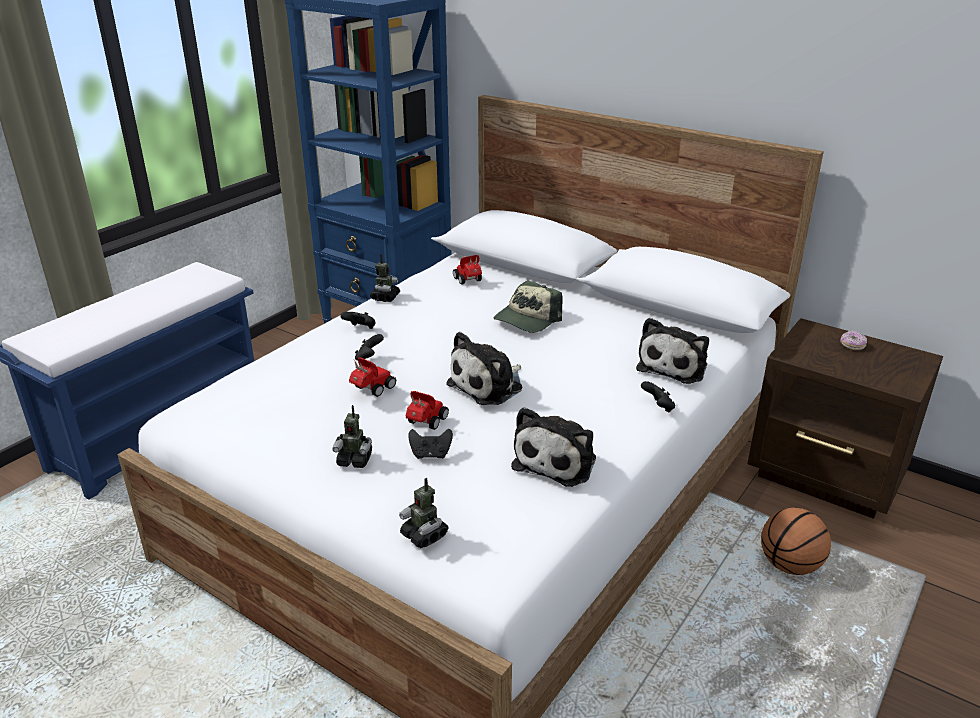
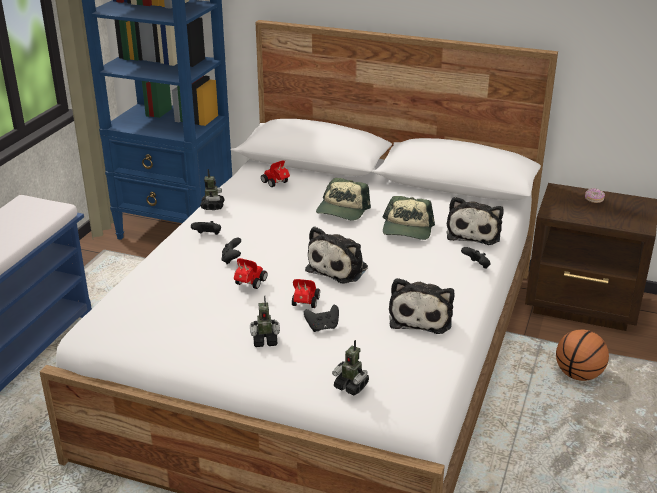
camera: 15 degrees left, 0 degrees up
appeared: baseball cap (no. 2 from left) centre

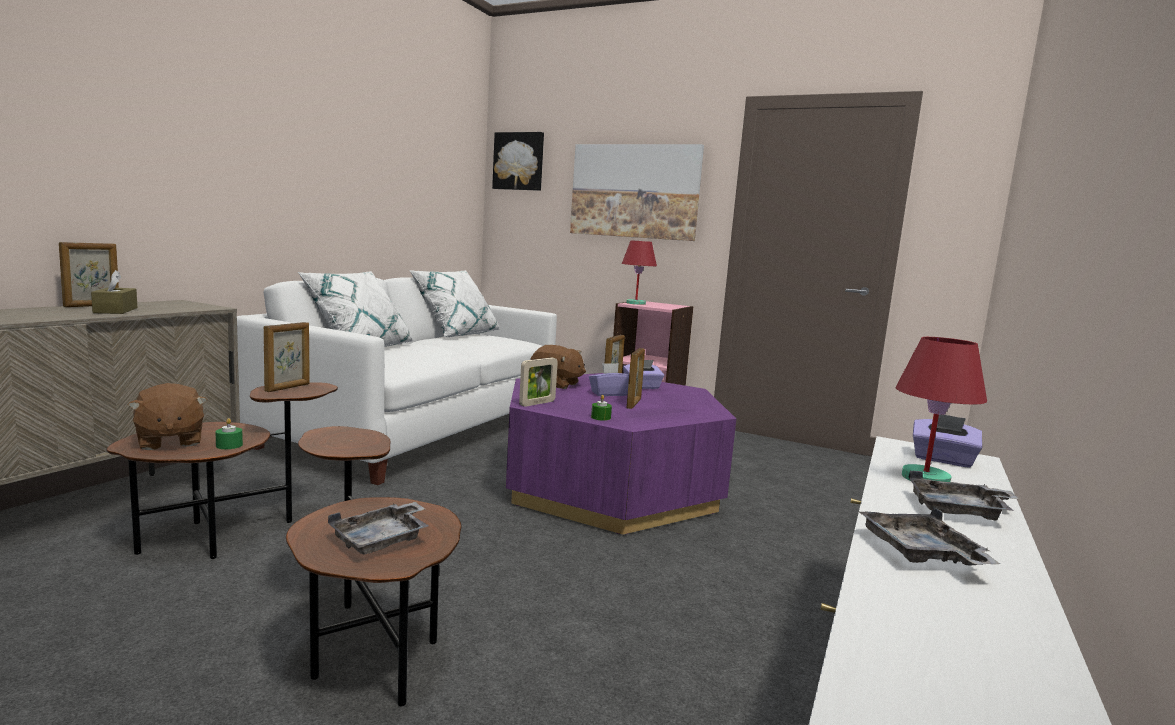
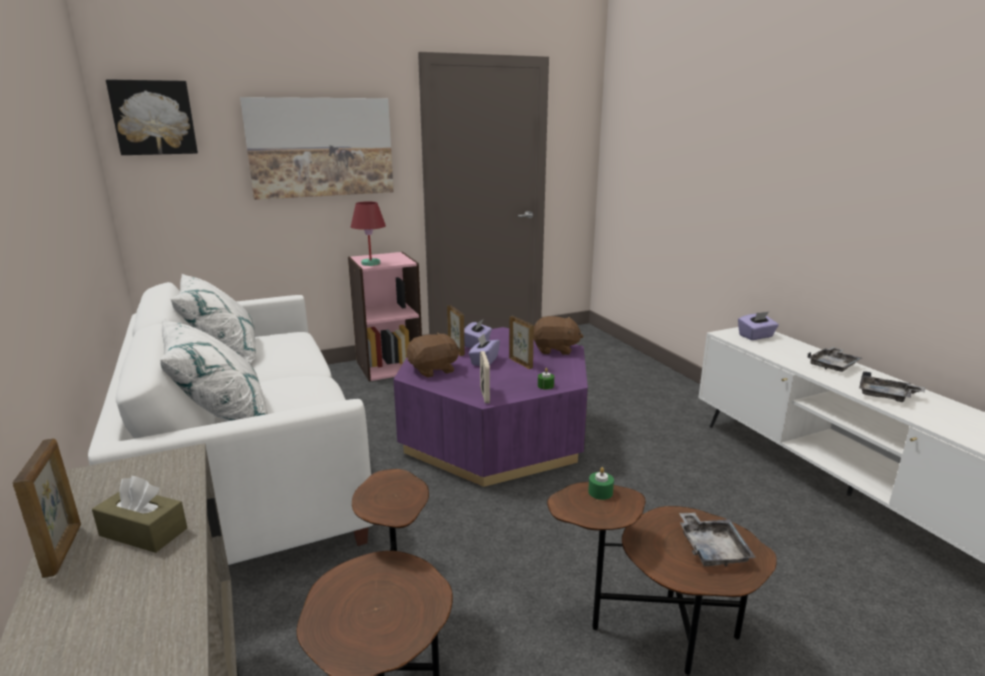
camera: 50 degrees left, 10 degrees up
missing: photo frame (no. 2 from left) middle left; tabletop lamp (red) (no. 2 from left) middle right
relocated: plush toy (brownish) (no. 1 from left in the first image) middle left to plush toy (brownish) (no. 2 from left) centre; candle (greenish) (no. 1 from left in the first image) middle left to candle (greenish) (no. 2 from left) bottom centre

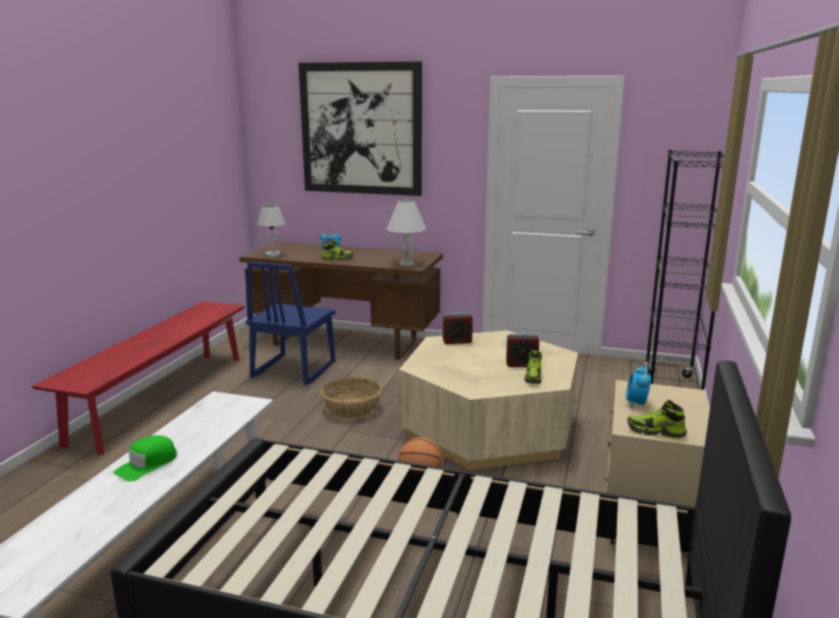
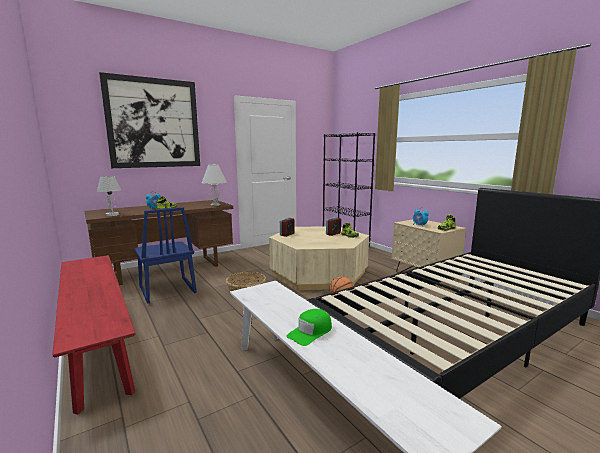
camera: 50 degrees left, 5 degrees down
spun: baseball cap (greenish) bottom left = bottom centre 60 degrees clockwise

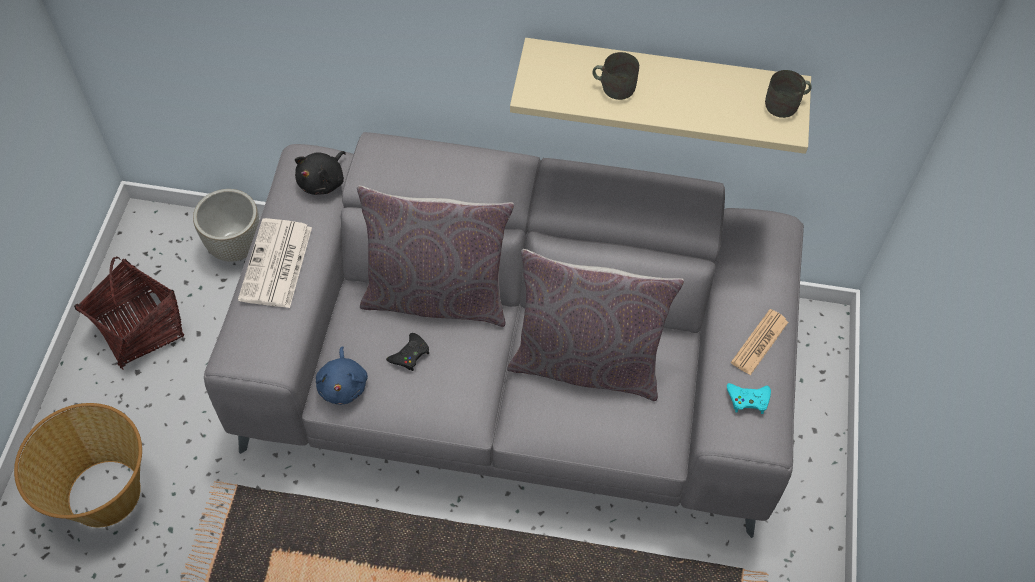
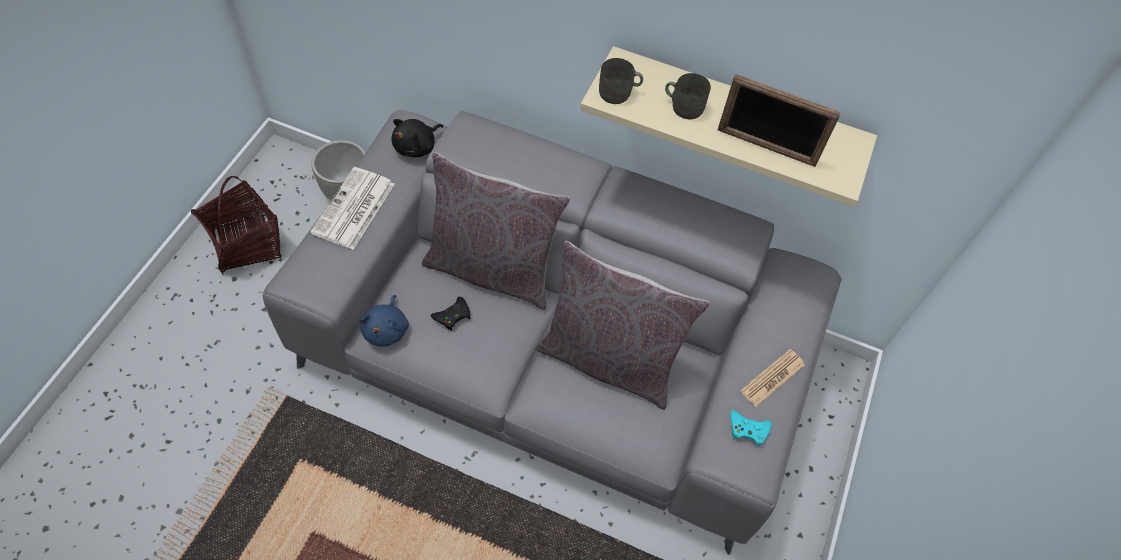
camera: 10 degrees right, 0 degrees up
missing: basket (no. 1 from left) bottom left
appeared: photo frame top right
relocated: tea mug (greyish) (no. 2 from left in the first image) top right to tea mug (greyish) (no. 1 from left) top centre

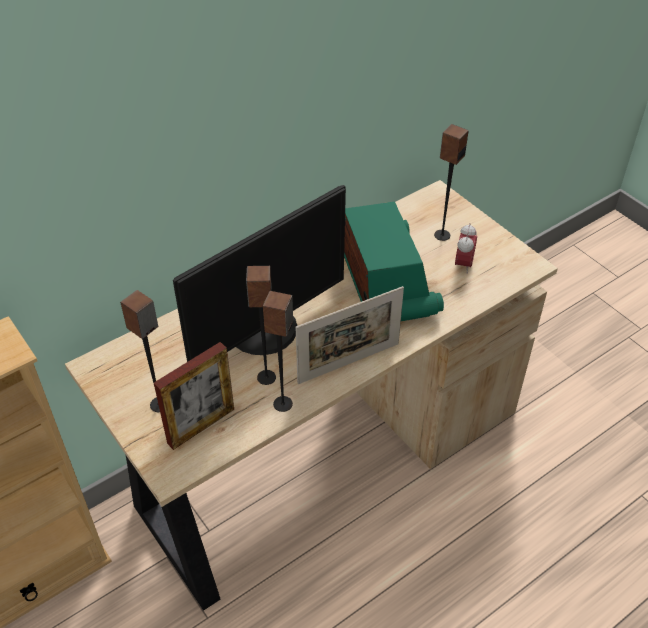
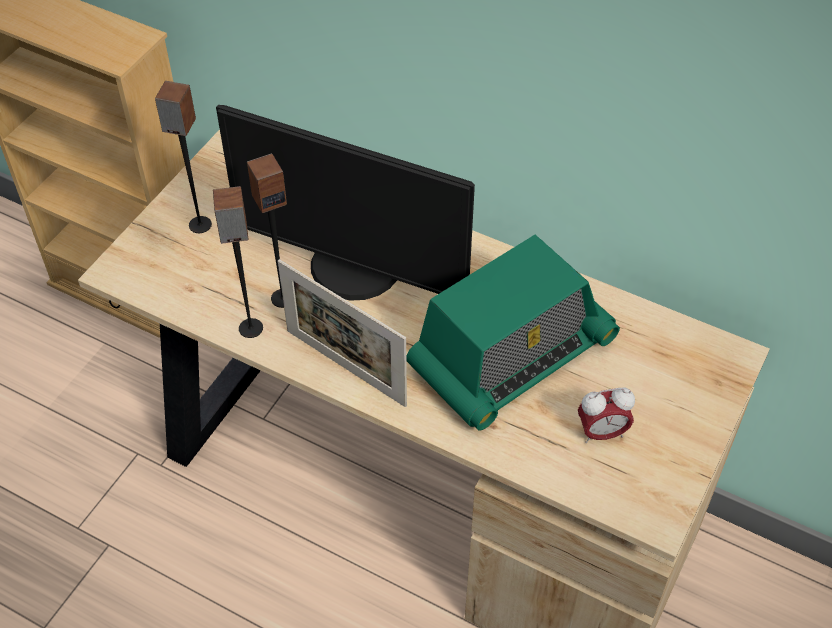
camera: 65 degrees right, 5 degrees up
missing: photo frame (no. 1 from left) middle left; speaker (no. 4 from left) top right

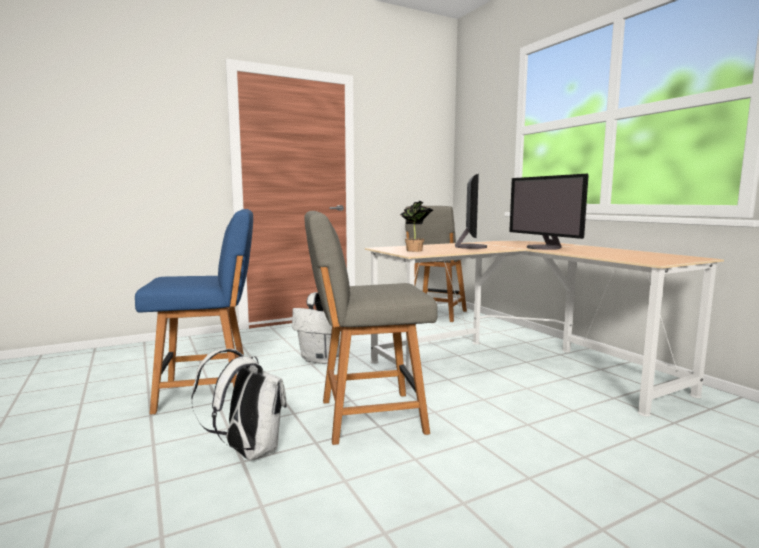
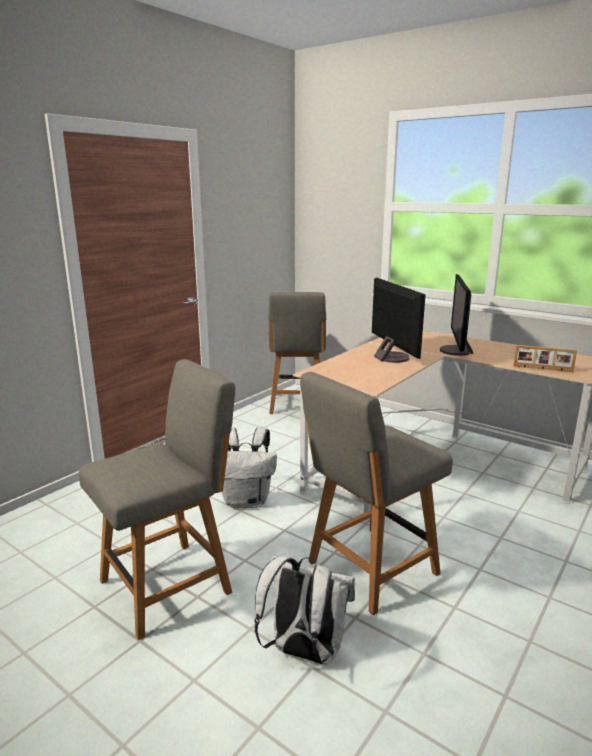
camera: 25 degrees left, 10 degrees up
missing: potted plant centre
appeared: photo frame middle right
colour: plain chair (blue-coloured) middle left to plain chair (greyish) (no. 1 from left) middle left
spun: computer display (no. 2 from left) middle right = middle right 60 degrees clockwise

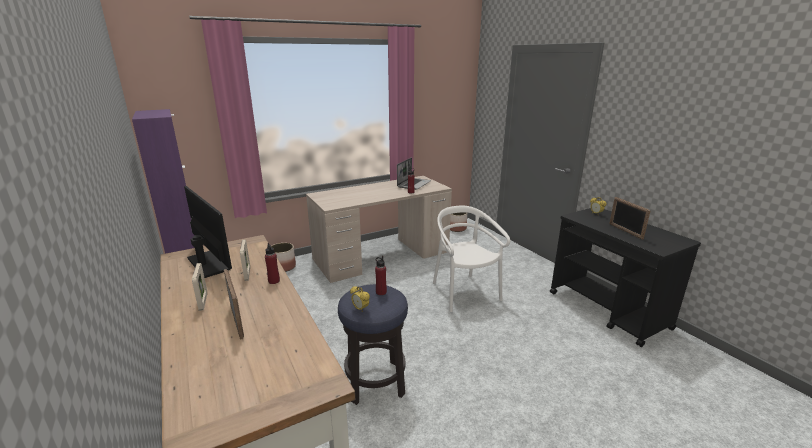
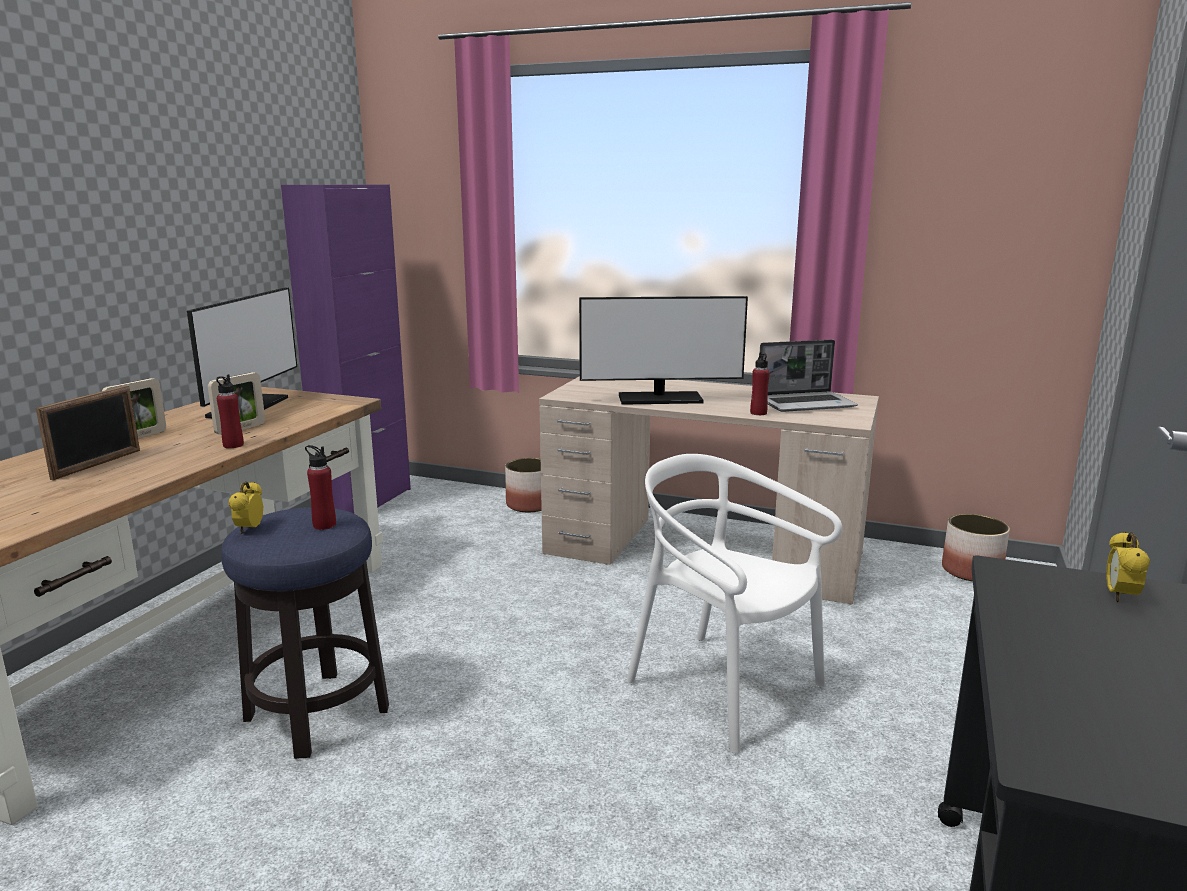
camera: 50 degrees right, 5 degrees down
missing: photo frame (no. 4 from left) middle right
appeared: computer display (no. 2 from left) centre
spun: plain chair (whitish) centre = bottom centre 75 degrees counterclockwise

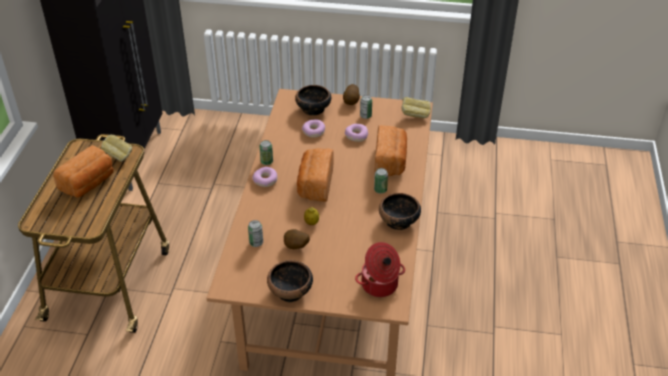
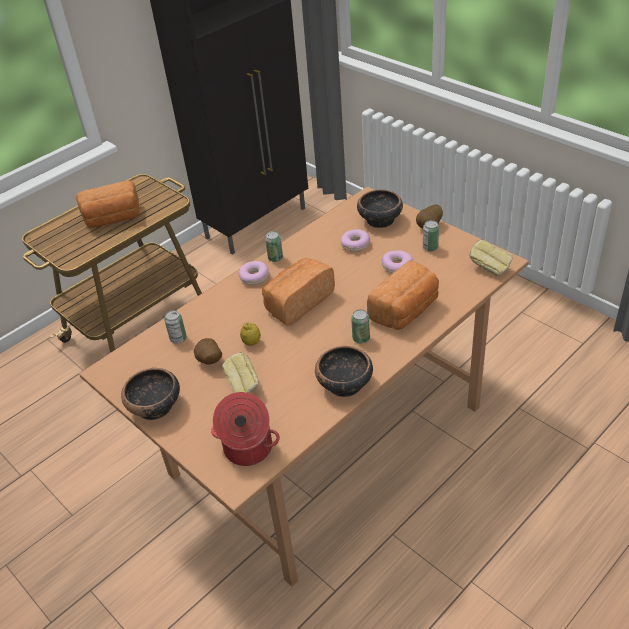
camera: 40 degrees right, 0 degrees up
relocated: bread (no. 2 from left) middle left to centre

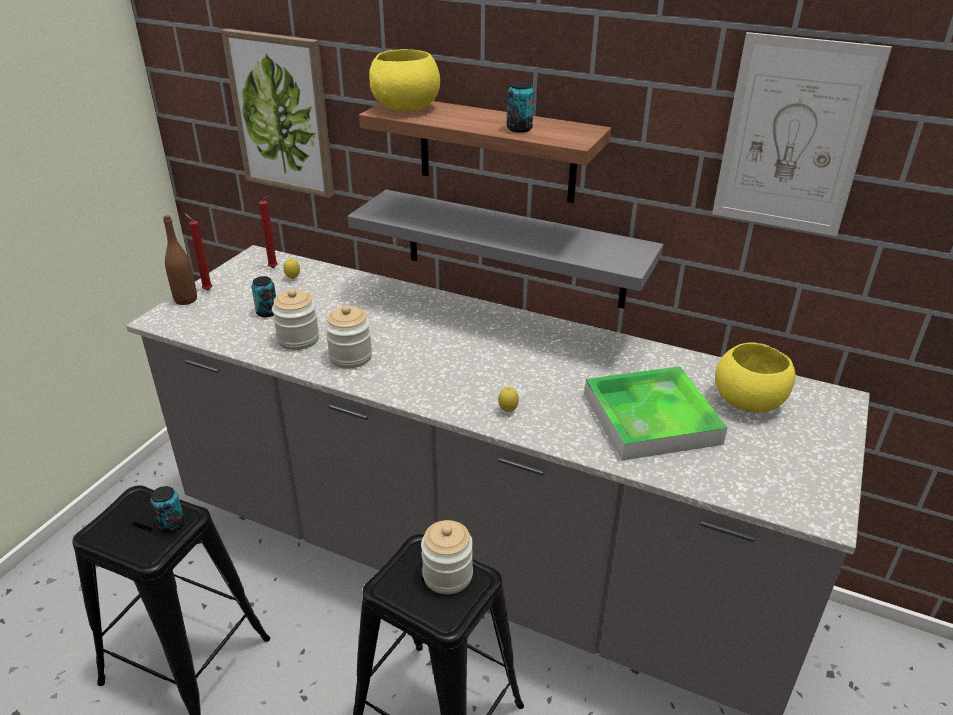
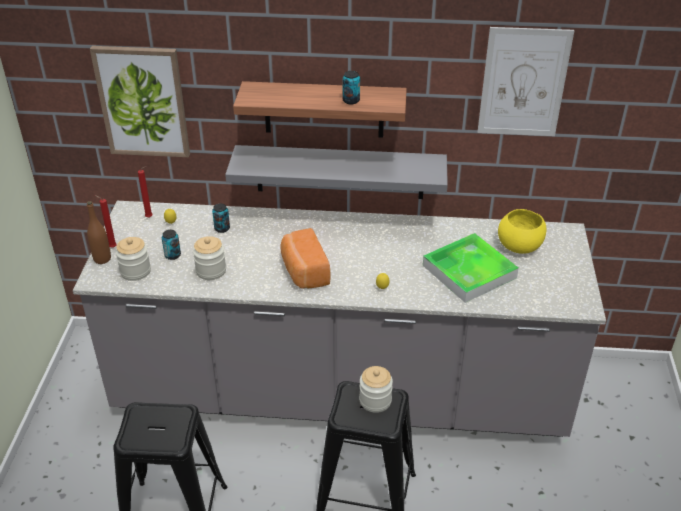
camera: 20 degrees left, 5 degrees up
missing: deep dish (yellow) (no. 1 from left) top centre
appeared: bread centre
relocated: jar (no. 2 from left in the first image) centre to jar (no. 1 from left) middle left; sealed can (no. 1 from left in the first image) bottom left to sealed can (no. 2 from left) middle left

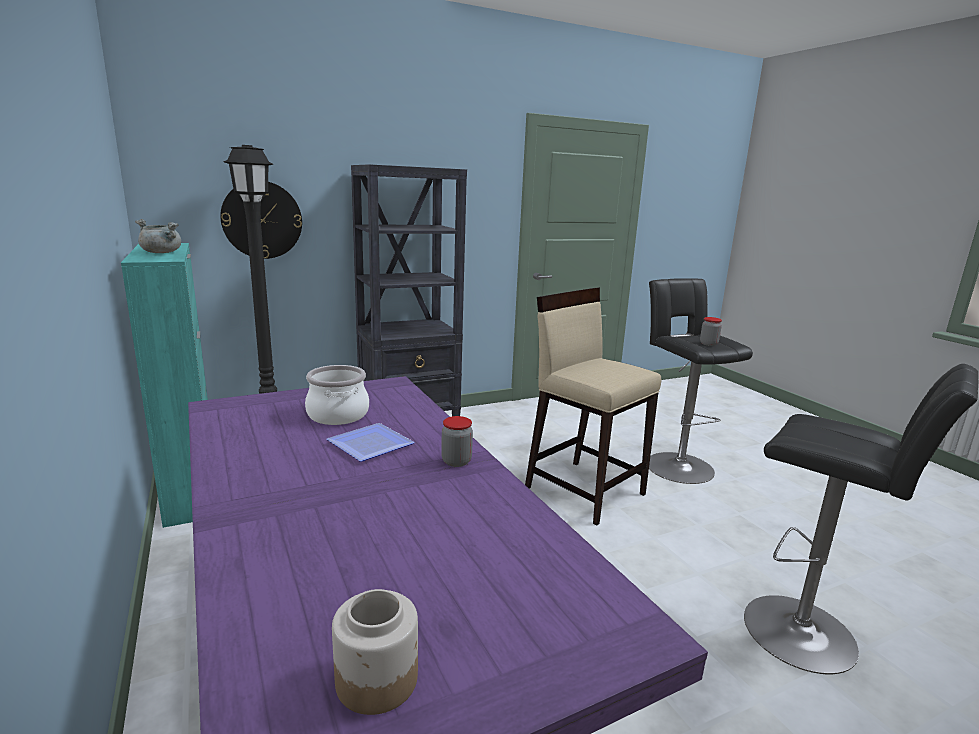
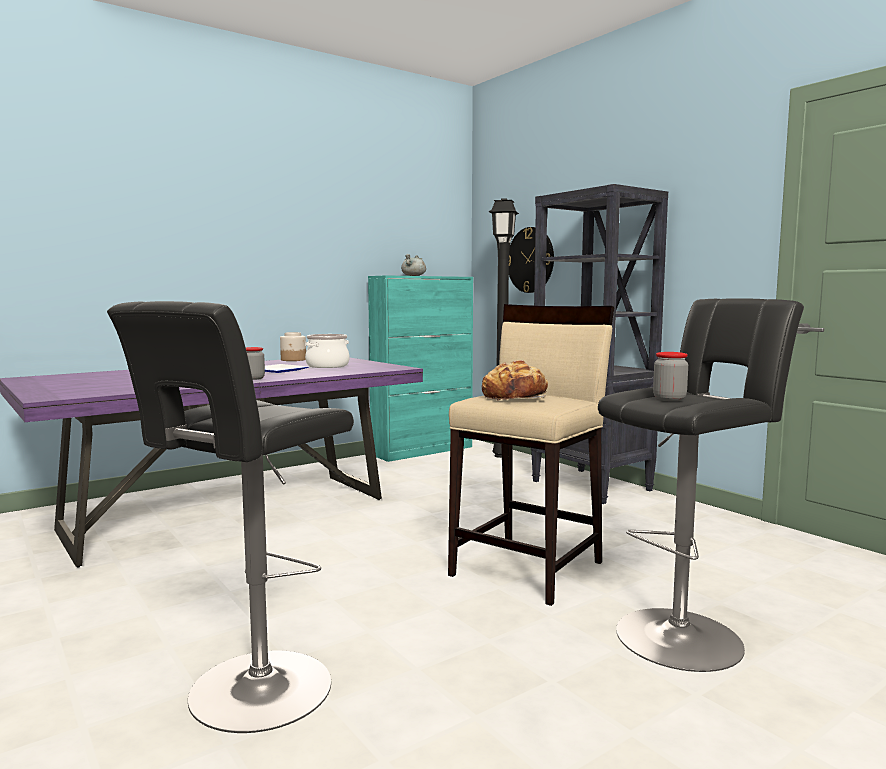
camera: 80 degrees right, 10 degrees down
appeared: bread centre
relocated: jar (no. 1 from left in the first image) bottom centre to jar (no. 2 from left) middle left

